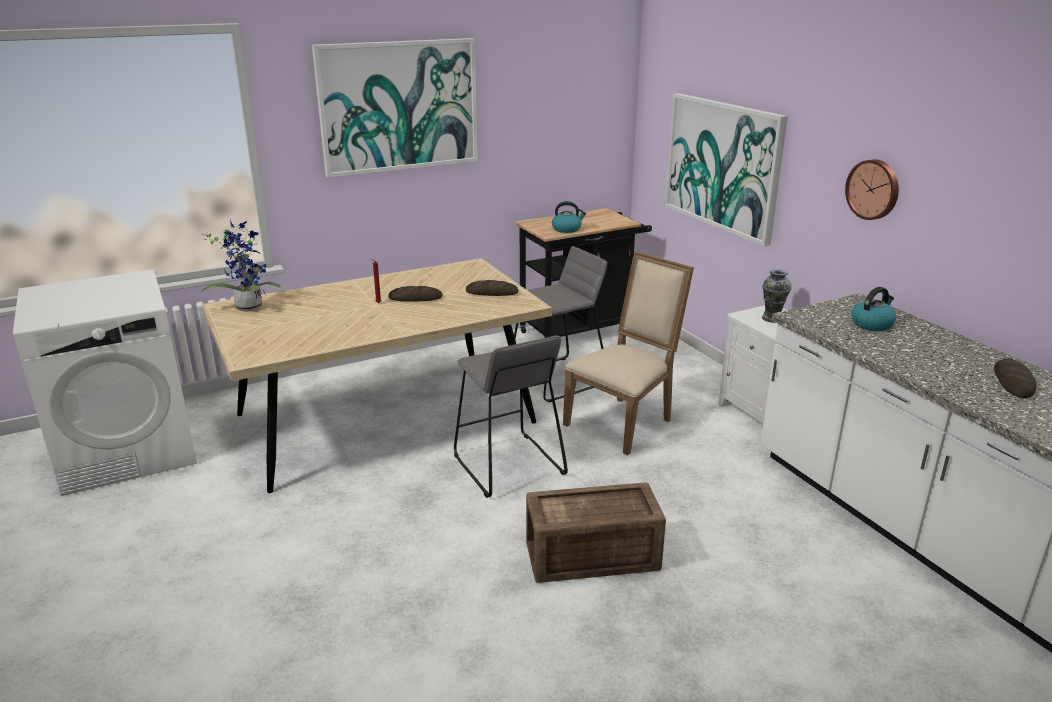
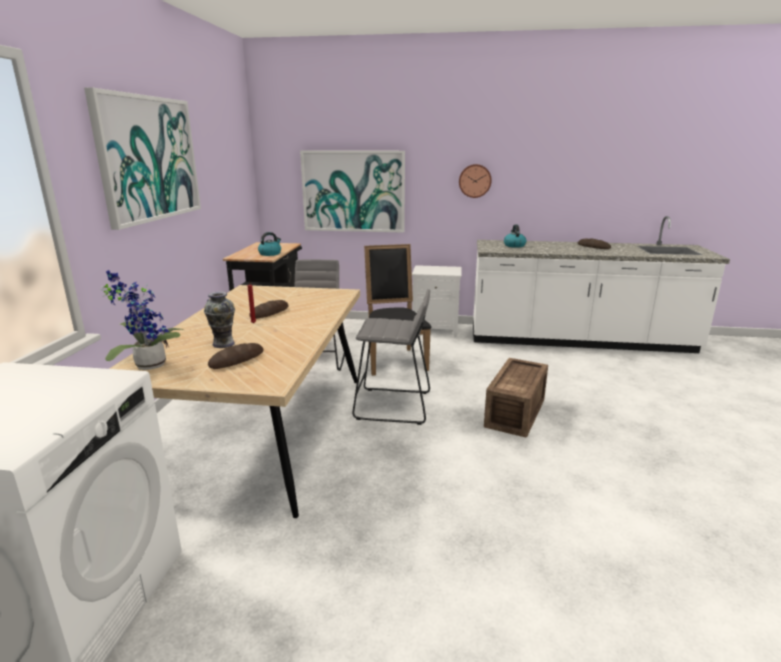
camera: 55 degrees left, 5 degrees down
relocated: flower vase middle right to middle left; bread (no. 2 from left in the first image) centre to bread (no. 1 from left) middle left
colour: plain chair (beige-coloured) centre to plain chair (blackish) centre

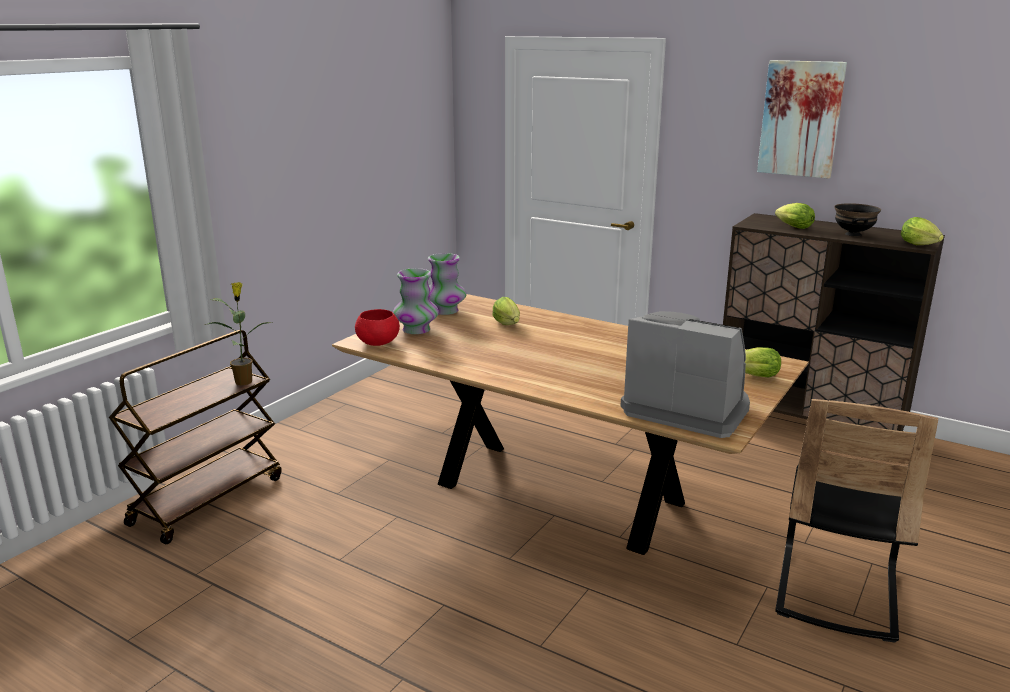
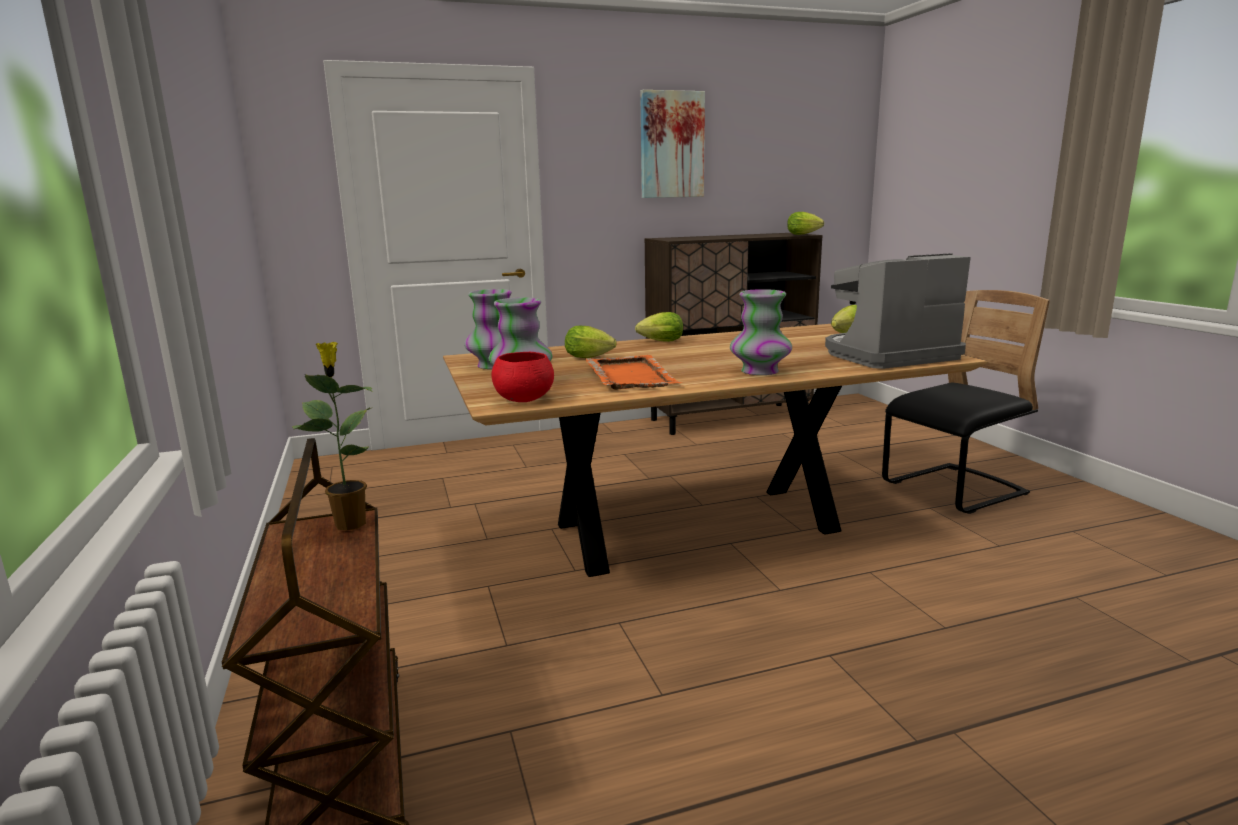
camera: 50 degrees left, 5 degrees down
missing: deep dish (blackish) top right
appeared: carrying tray (orangey) centre; flower vase (no. 3 from left) centre
relocated: lettuce (no. 3 from left in the first image) top right to lettuce (no. 2 from left) centre
spun: plain chair (blackish) bottom right = middle right 90 degrees counterclockwise

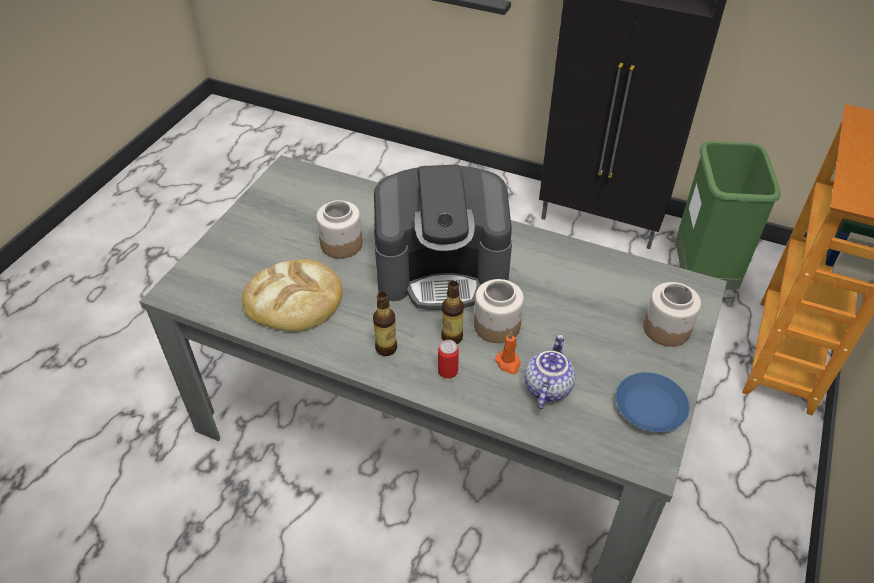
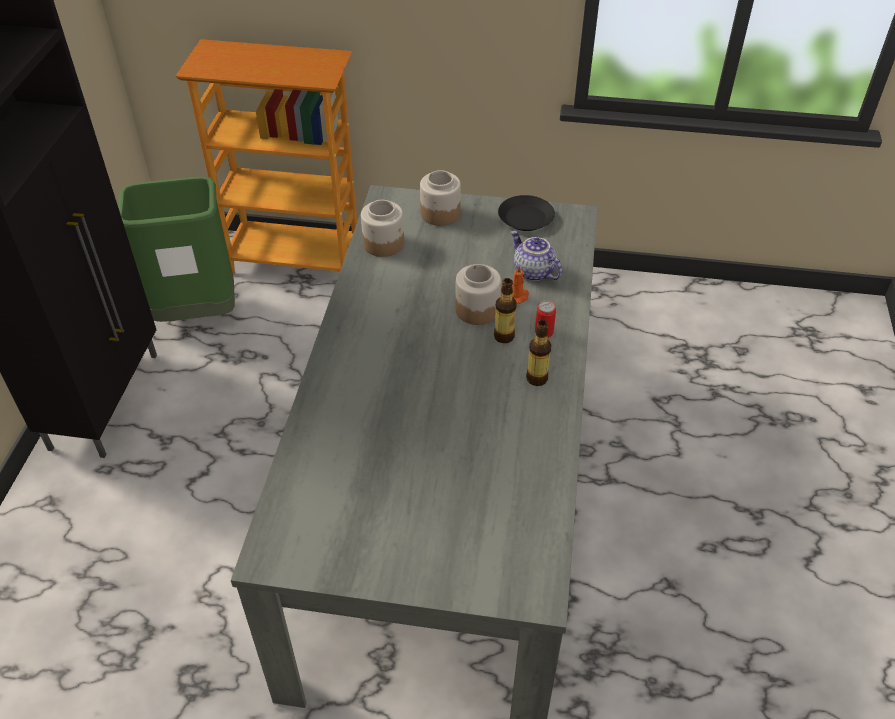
camera: 105 degrees left, 0 degrees up
missing: bread centre; coffee maker centre
relocated: jar (no. 1 from left) centre to top centre
colour: dinner plate (blue-coloured) bottom right to dinner plate (blackish) top centre
spun: teapot centre = centre 45 degrees clockwise

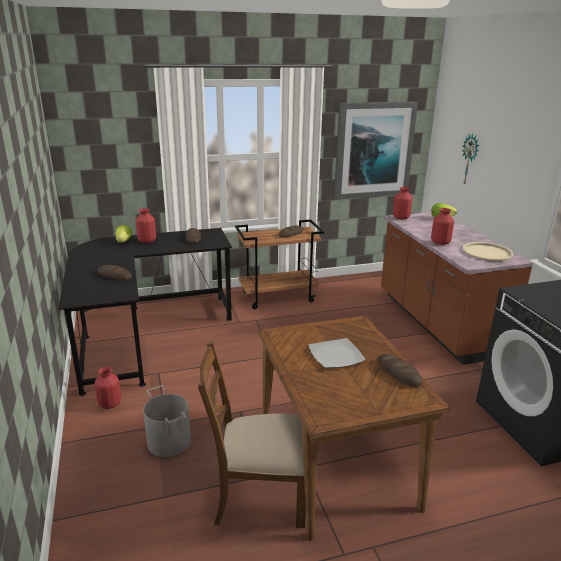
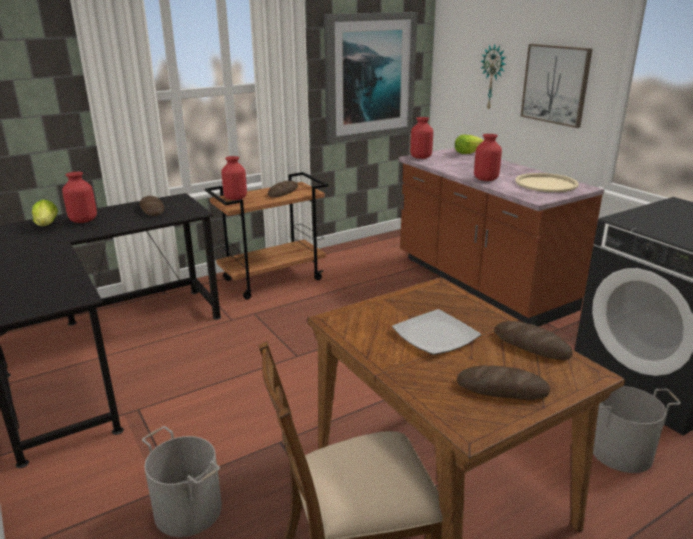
camera: 15 degrees left, 0 degrees up
appeared: wall picture (no. 2 from left) top right; bucket (greyish) (no. 2 from left) bottom right
relocated: flower vase (red) (no. 1 from left in the first image) bottom left to flower vase (red) (no. 2 from left) top centre; bread (no. 1 from left in the first image) middle left to bread (no. 3 from left) bottom right

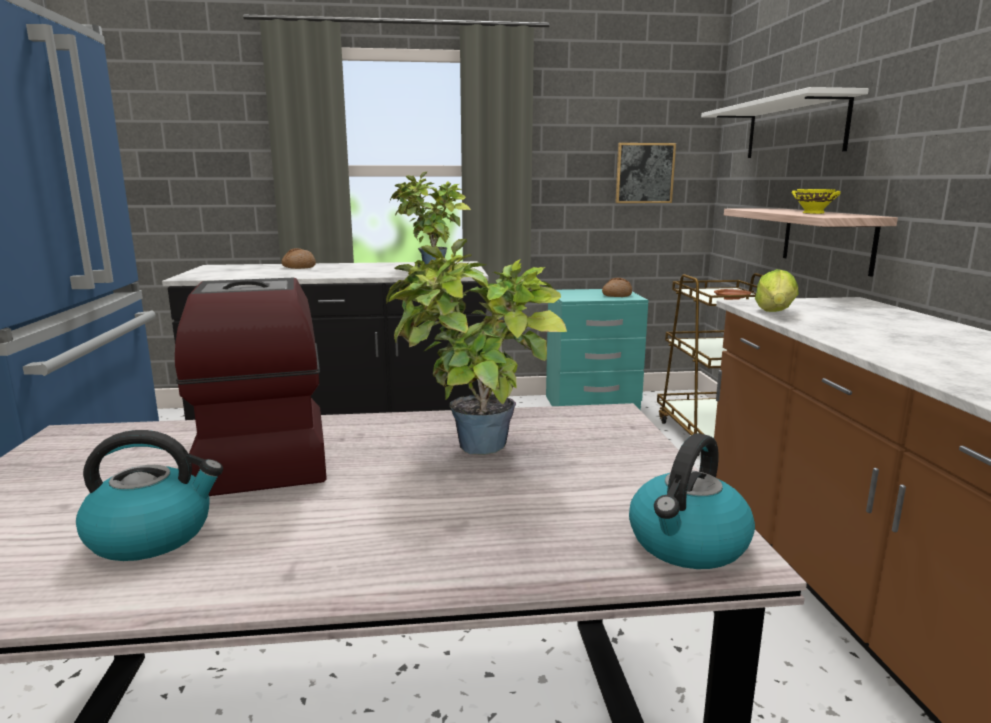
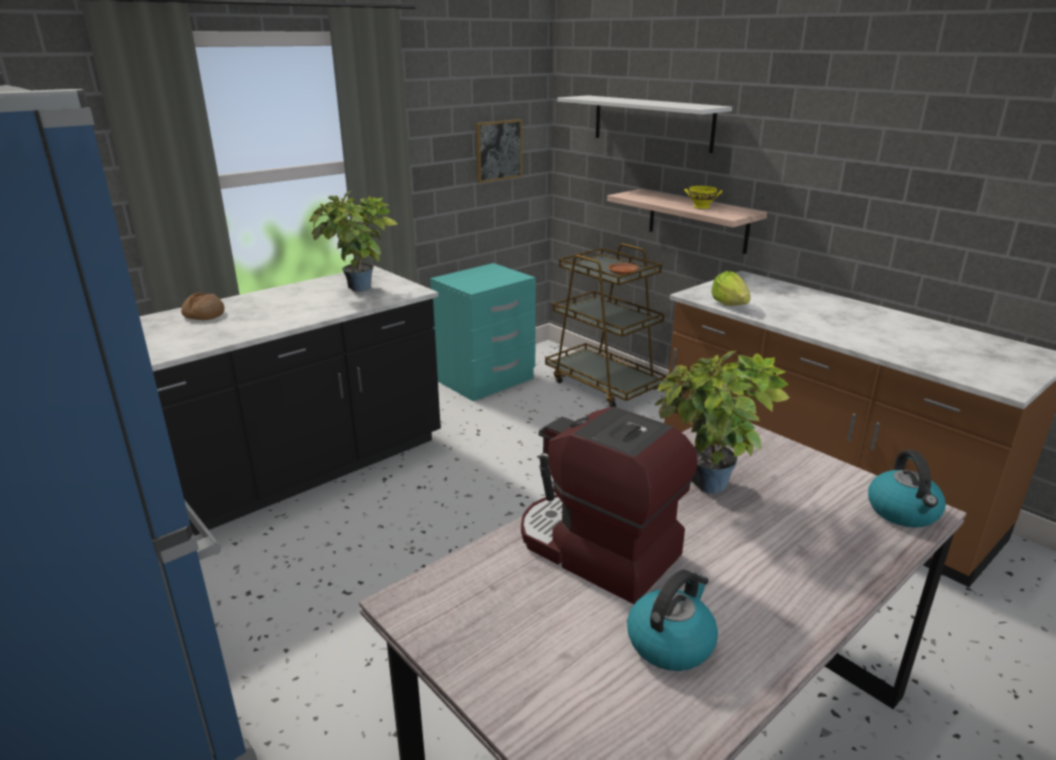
camera: 35 degrees left, 10 degrees up
missing: bread (no. 2 from left) centre

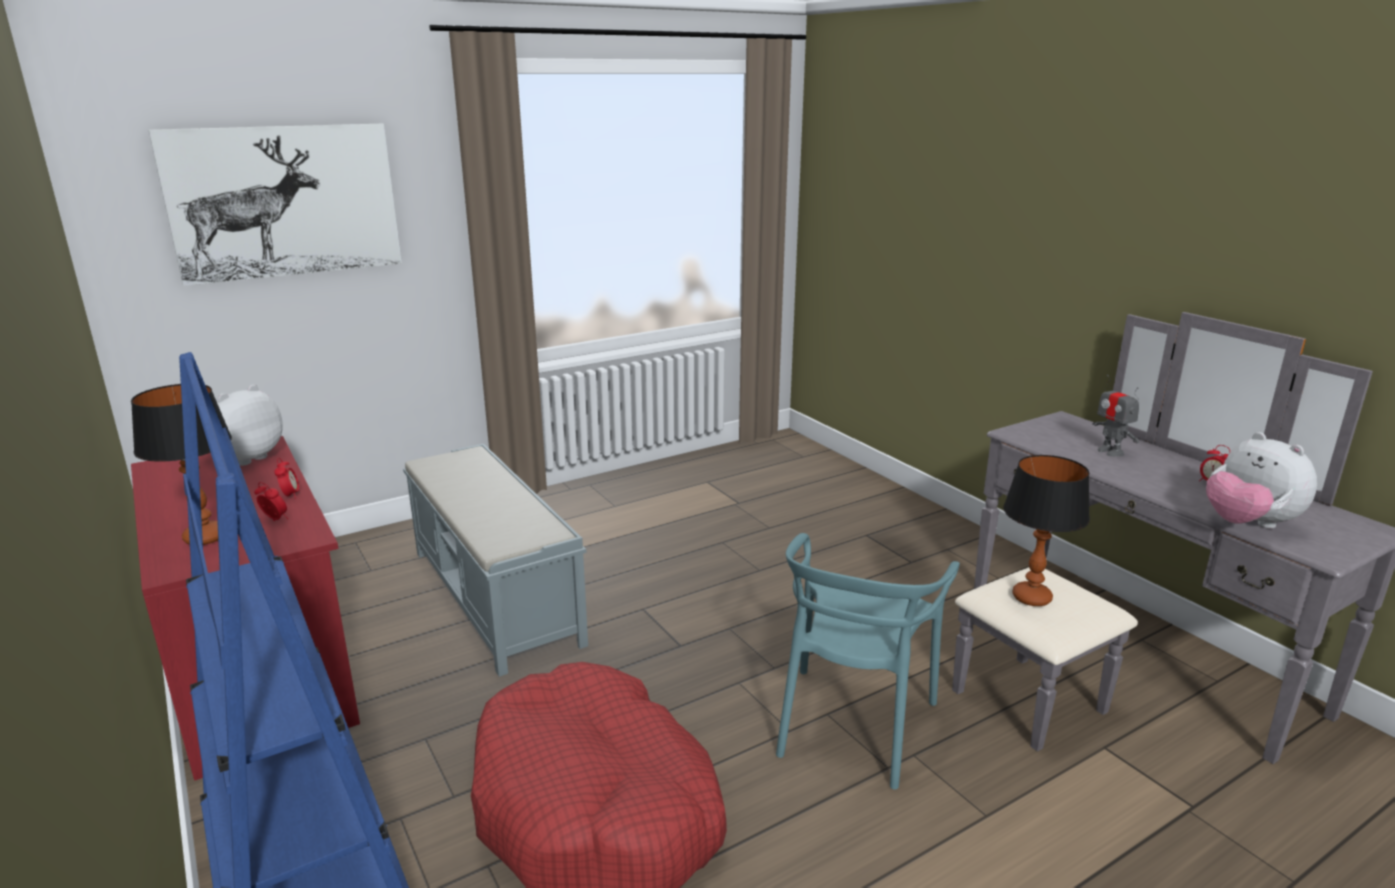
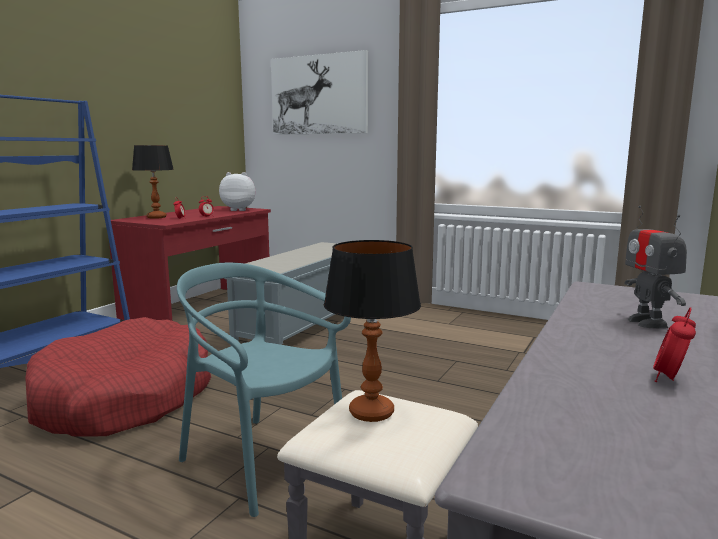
camera: 60 degrees right, 10 degrees down
missing: plush toy (no. 2 from left) middle right
spun: plain chair (turquoise-coloured) bottom centre = bottom centre 45 degrees clockwise; robot figure middle right = middle right 45 degrees counterclockwise

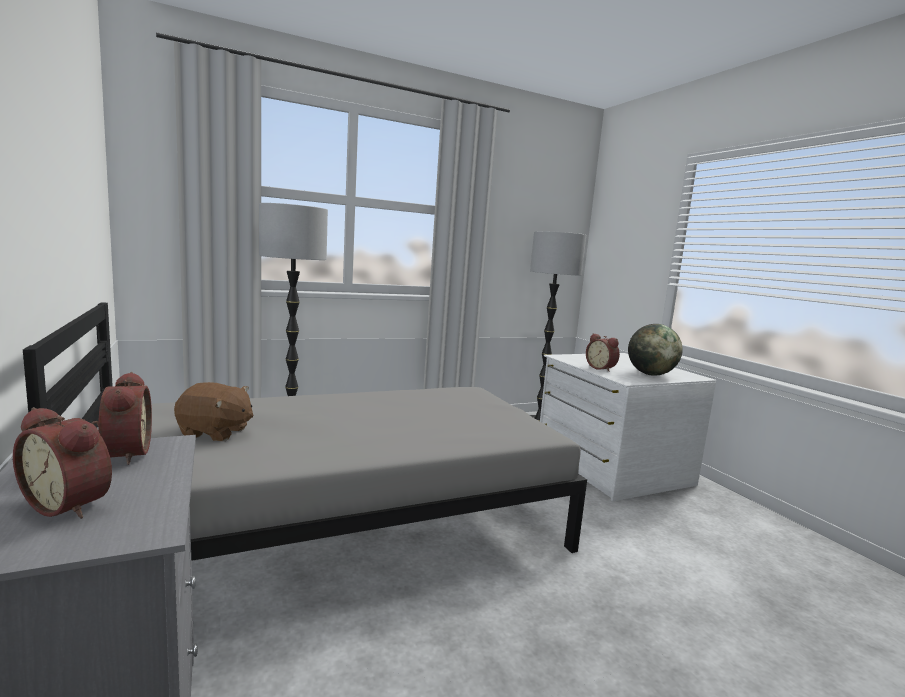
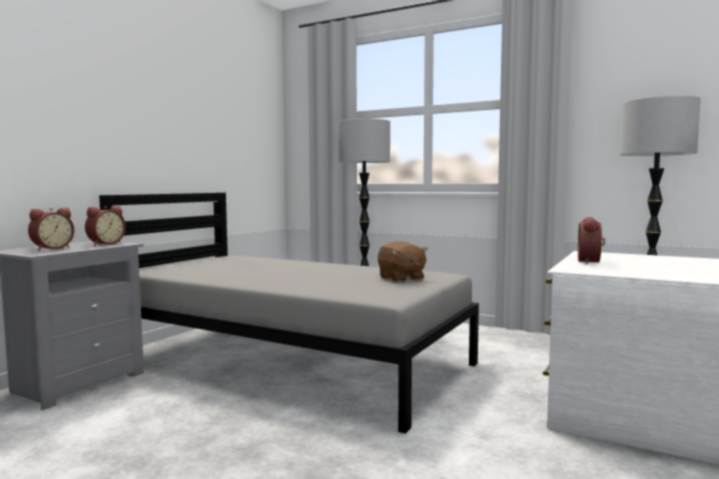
camera: 55 degrees right, 5 degrees down
missing: globe middle right
relocated: plush toy (brownish) middle left to centre
spun: bedside clock (no. 1 from left) middle left = middle left 135 degrees counterclockwise

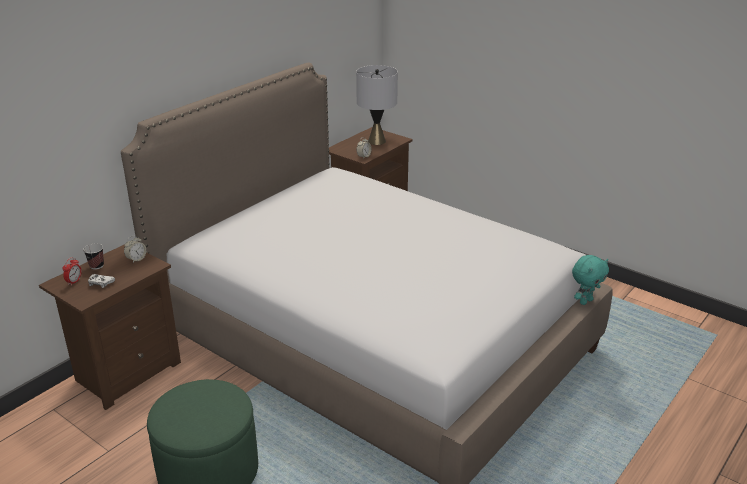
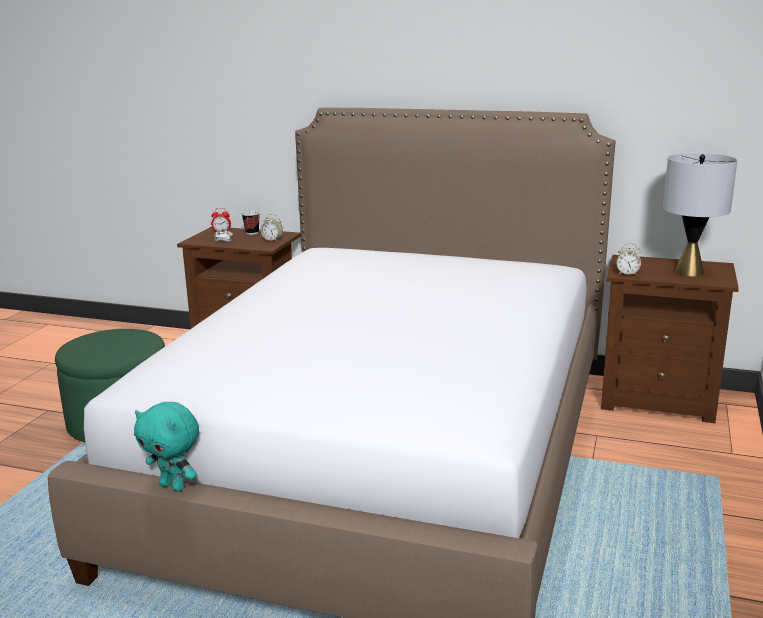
camera: 70 degrees right, 10 degrees down
relocated: plush toy (turquoise-coloured) middle right to bottom left

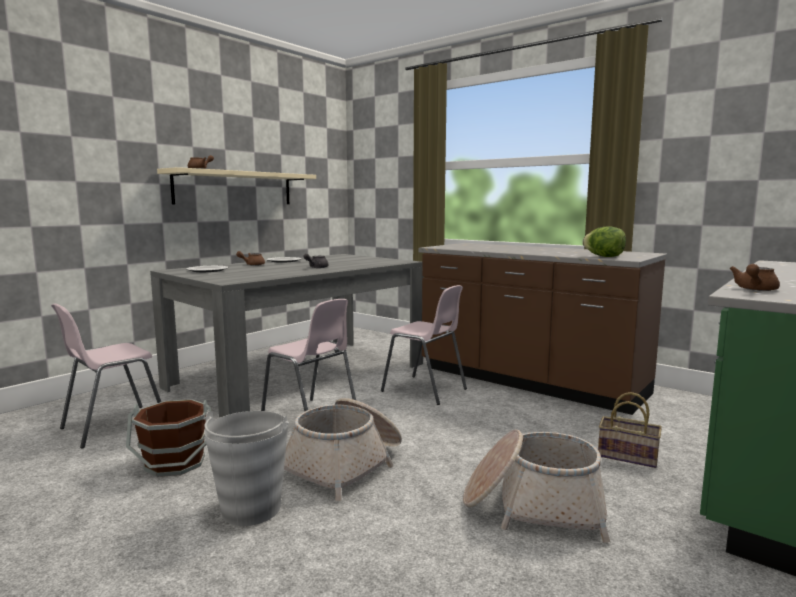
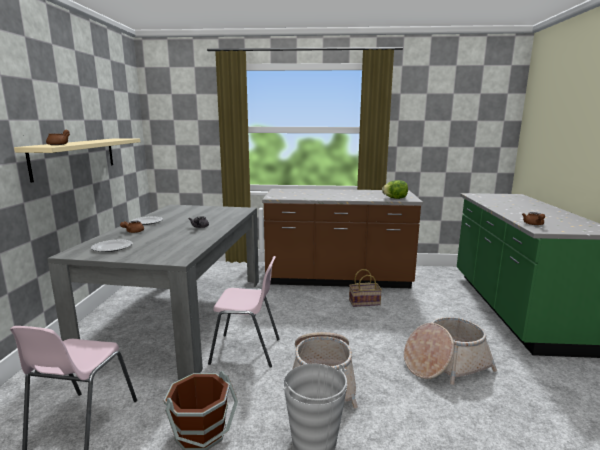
camera: 35 degrees left, 5 degrees up
missing: plain chair (pinkish) (no. 3 from left) centre
relocated: basket (no. 3 from left in the first image) bottom right to basket (no. 2 from left) centre

